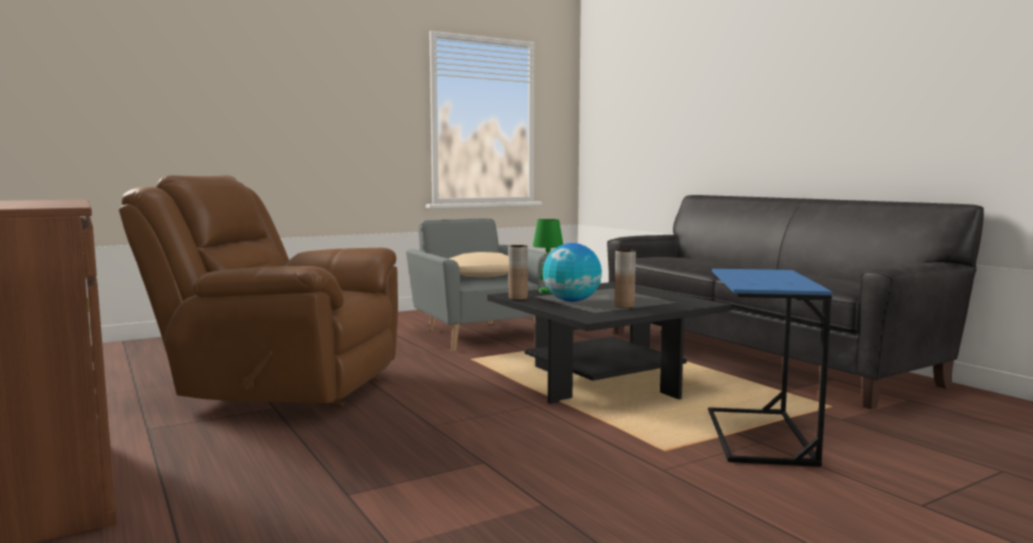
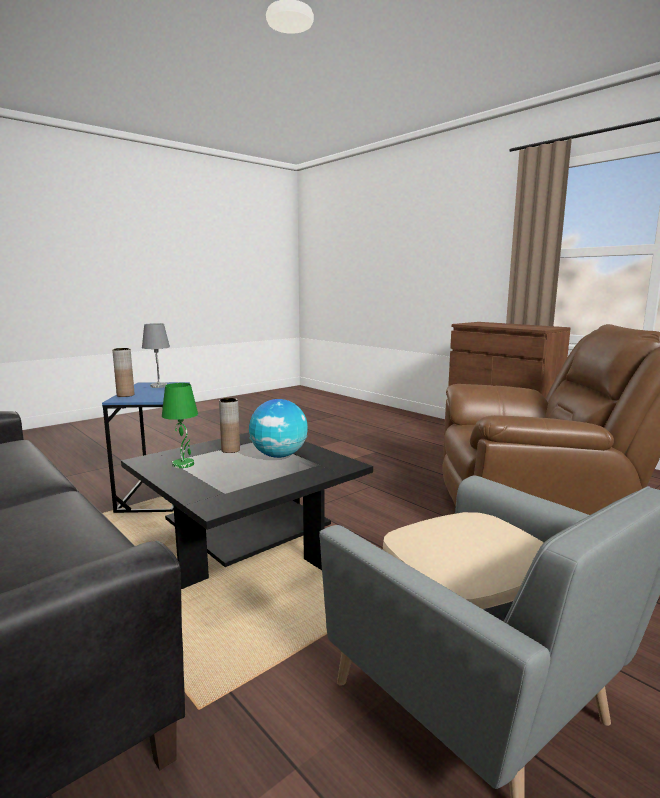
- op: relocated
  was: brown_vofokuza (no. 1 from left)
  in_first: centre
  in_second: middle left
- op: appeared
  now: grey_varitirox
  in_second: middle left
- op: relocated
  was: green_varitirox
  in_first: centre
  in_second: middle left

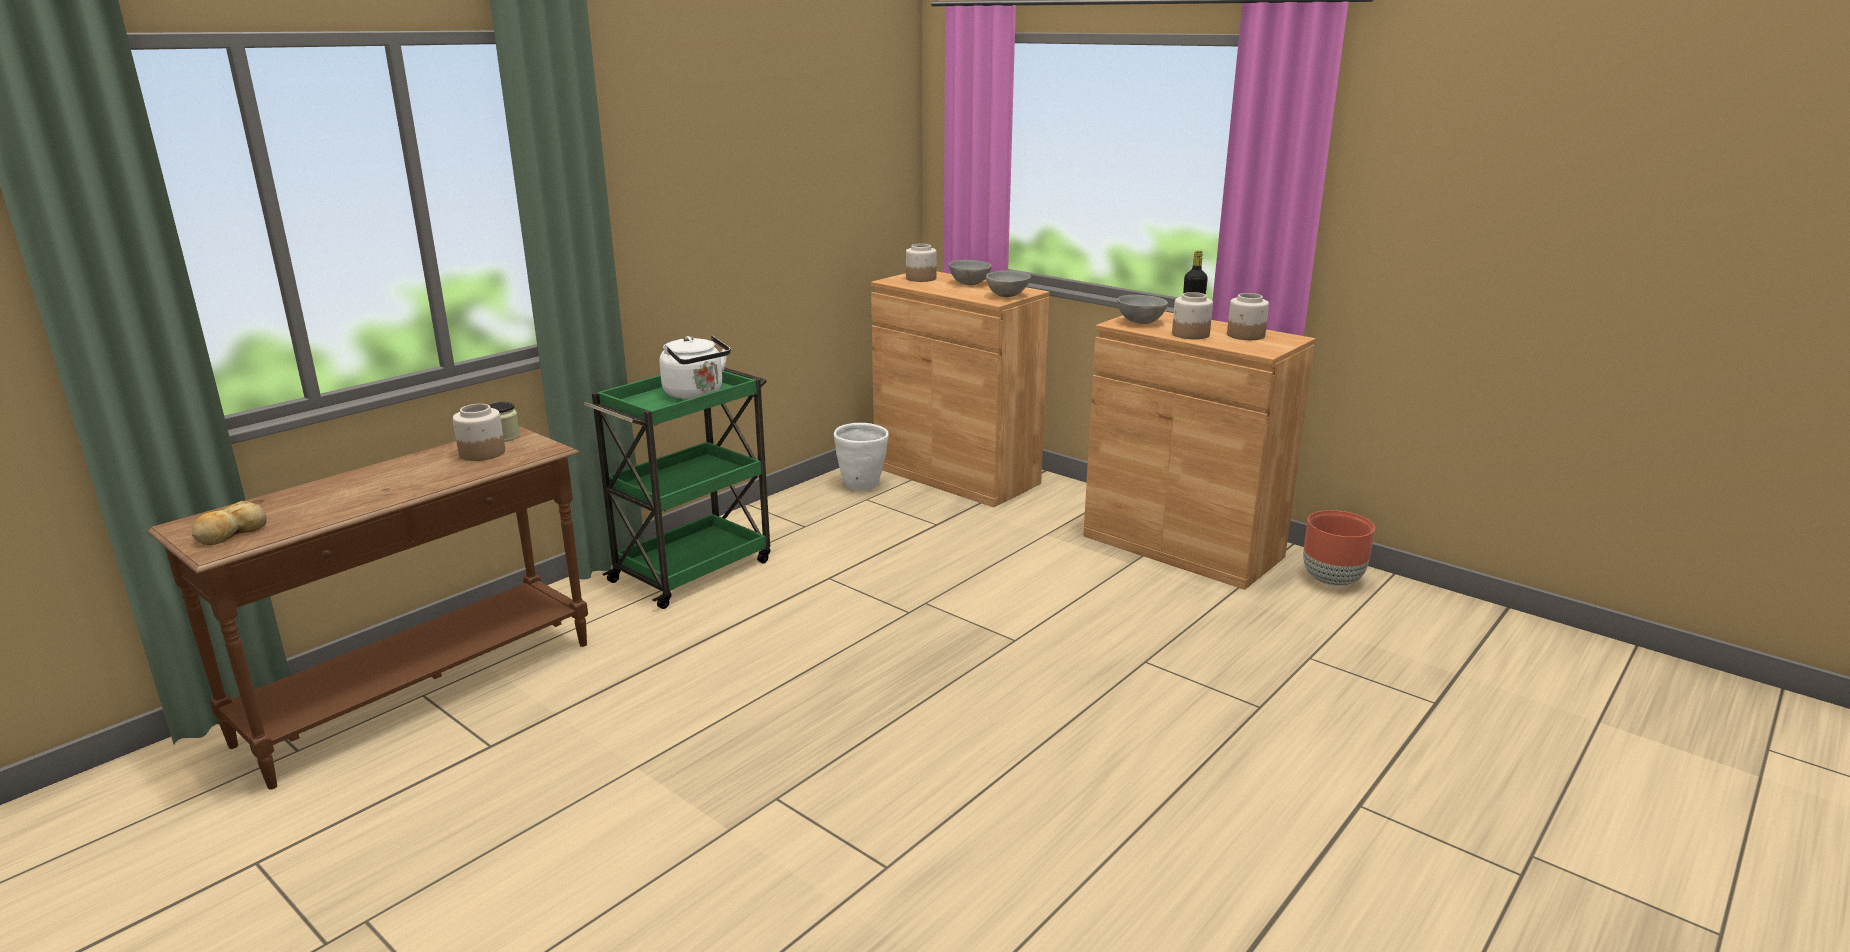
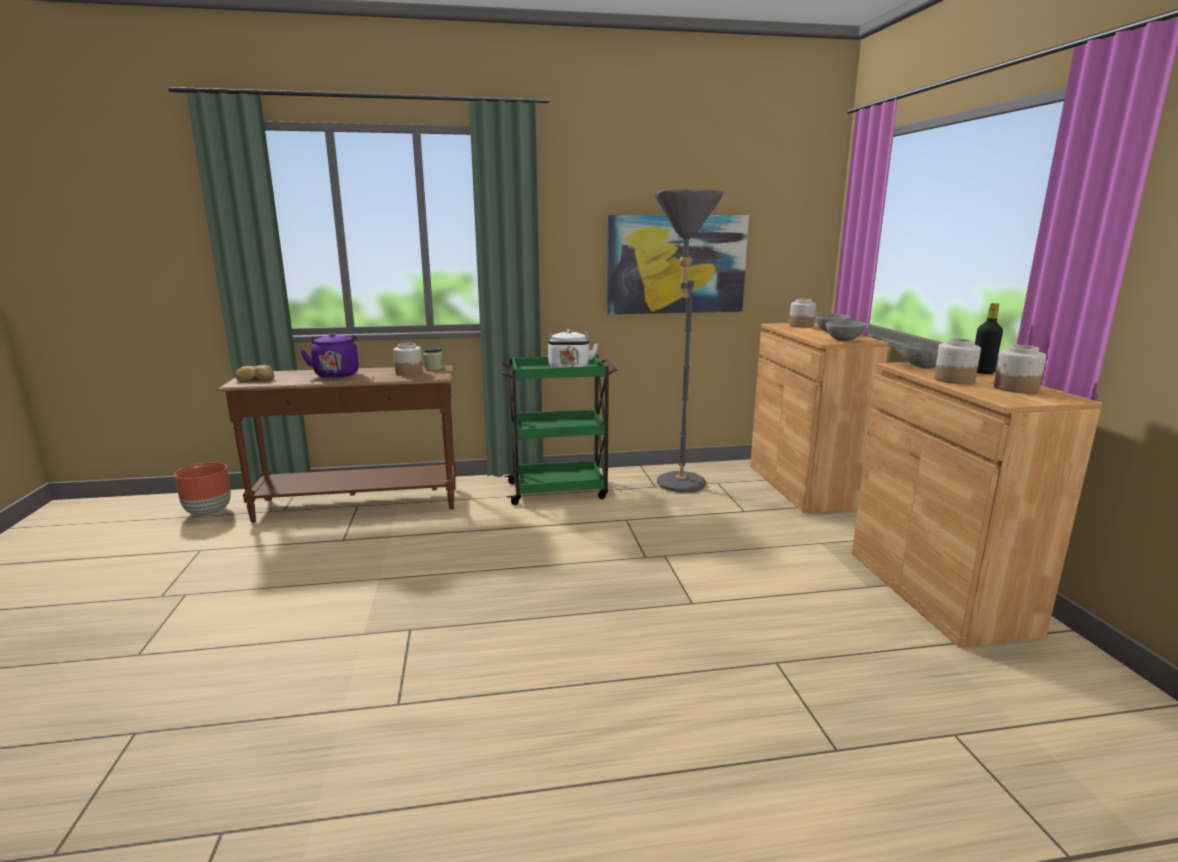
- op: relocated
  was: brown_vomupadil
  in_first: middle right
  in_second: middle left
- op: appeared
  now: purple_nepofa
  in_second: middle left
- op: appeared
  now: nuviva
  in_second: top centre
- op: appeared
  now: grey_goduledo
  in_second: centre
- op: missing
  was: white_vomupadil
  in_first: centre

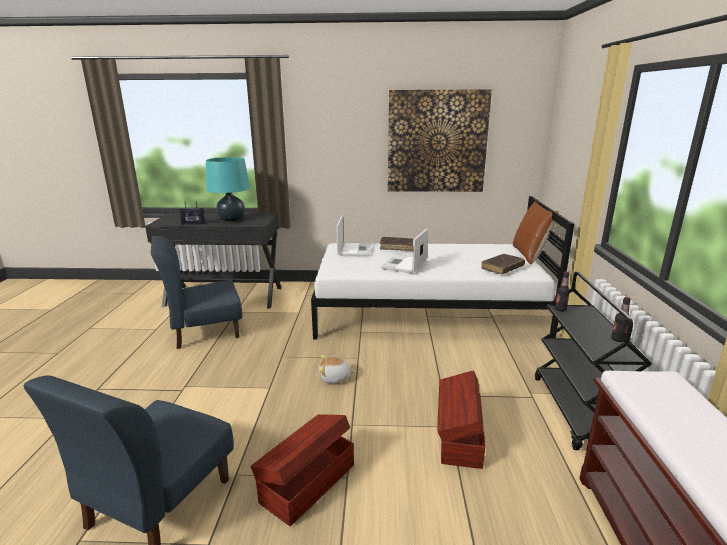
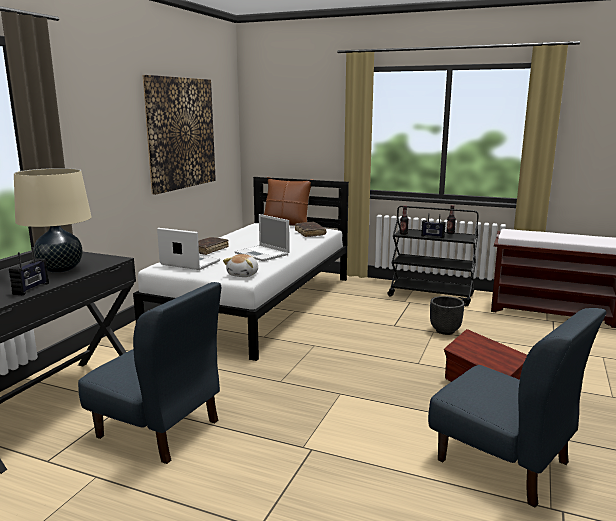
- op: colour
  was: turquoise_varitirox
  now: beige_varitirox
  in_first: middle left
  in_second: middle left
- op: spun
  was: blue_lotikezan (no. 2 from left in the first image)
  in_first: middle left
  in_second: bottom left
  clockwise: -60
- op: relocated
  was: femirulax
  in_first: bottom centre
  in_second: centre
- op: appeared
  now: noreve (no. 2 from left)
  in_second: middle right
- op: exchanged
  was: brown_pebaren (no. 2 from left)
  now: black_vomupadil
  in_first: bottom centre
  in_second: middle right

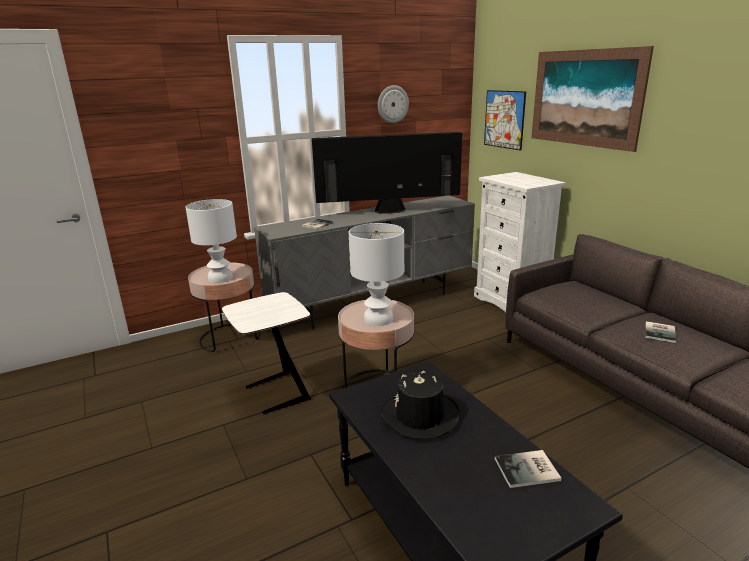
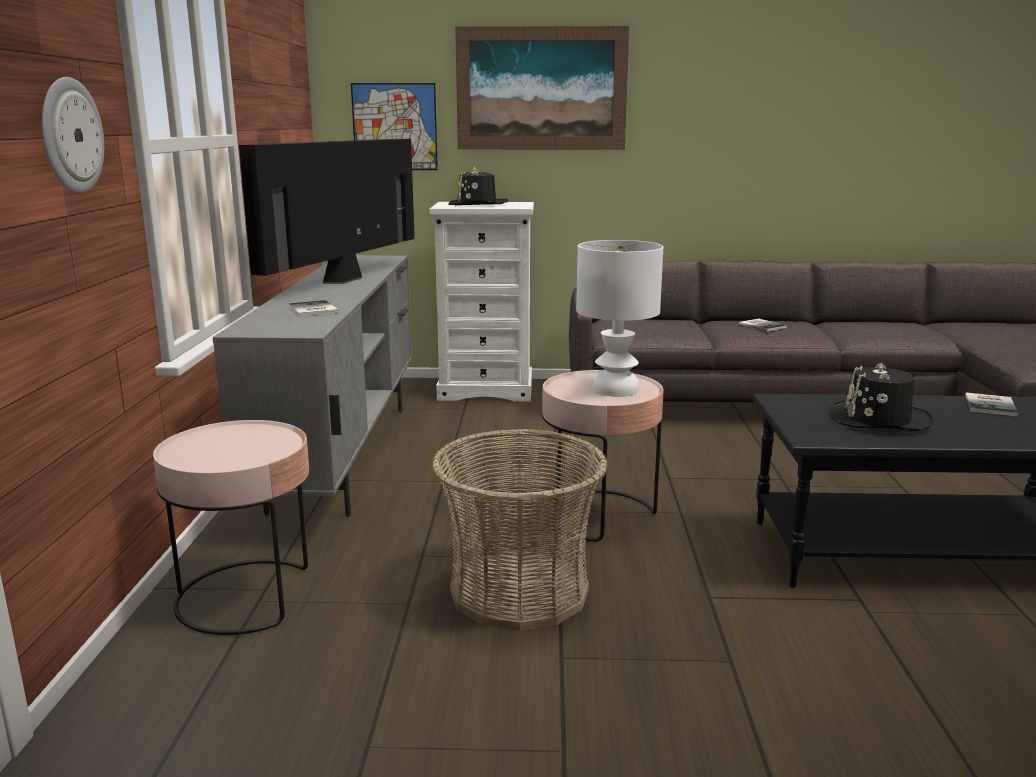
- op: relocated
  was: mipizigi
  in_first: top centre
  in_second: top left
- op: exchanged
  was: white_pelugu
  now: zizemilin
  in_first: centre
  in_second: bottom centre
- op: appeared
  now: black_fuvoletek (no. 1 from left)
  in_second: top centre
- op: missing
  was: white_varitirox (no. 1 from left)
  in_first: middle left

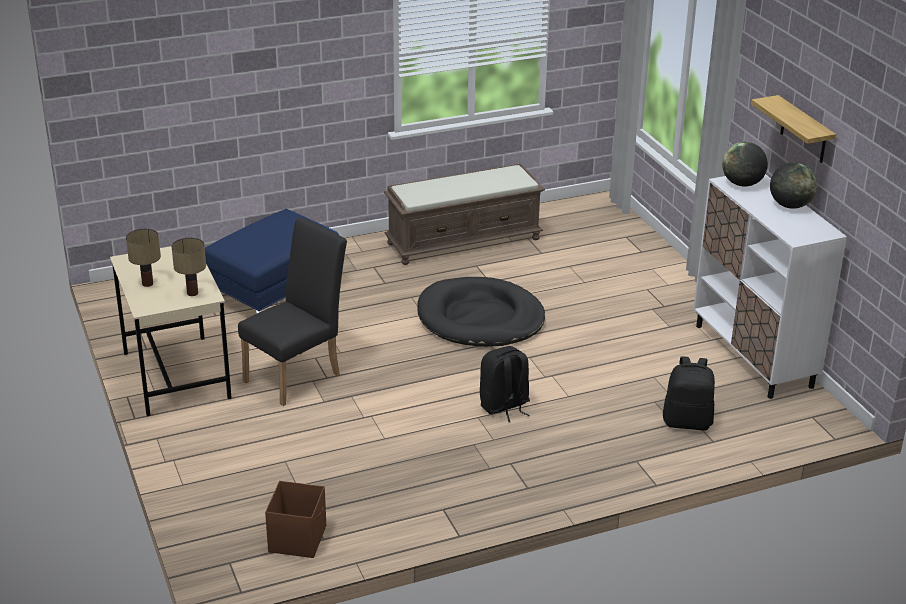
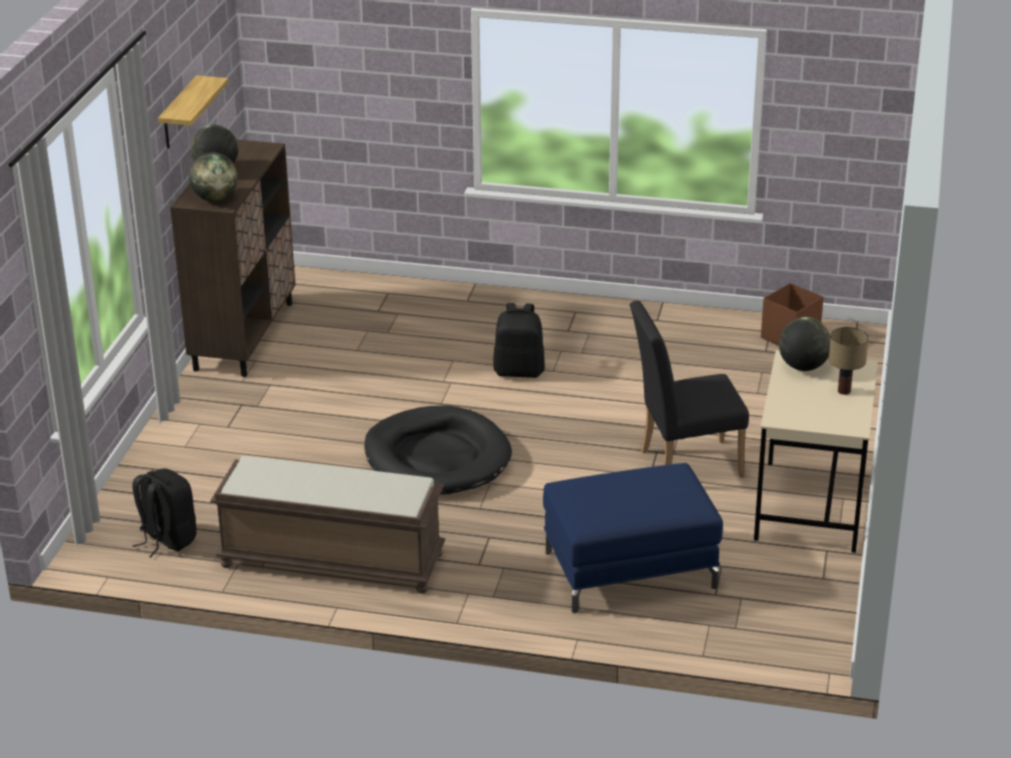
- op: relocated
  was: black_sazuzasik (no. 2 from left in the first image)
  now: black_sazuzasik (no. 1 from left)
  in_first: middle right
  in_second: bottom left
- op: colour
  was: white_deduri
  now: brown_deduri
  in_first: middle right
  in_second: middle left
- op: exchanged
  was: varitirox (no. 2 from left)
  now: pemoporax (no. 3 from left)
  in_first: middle left
  in_second: middle right

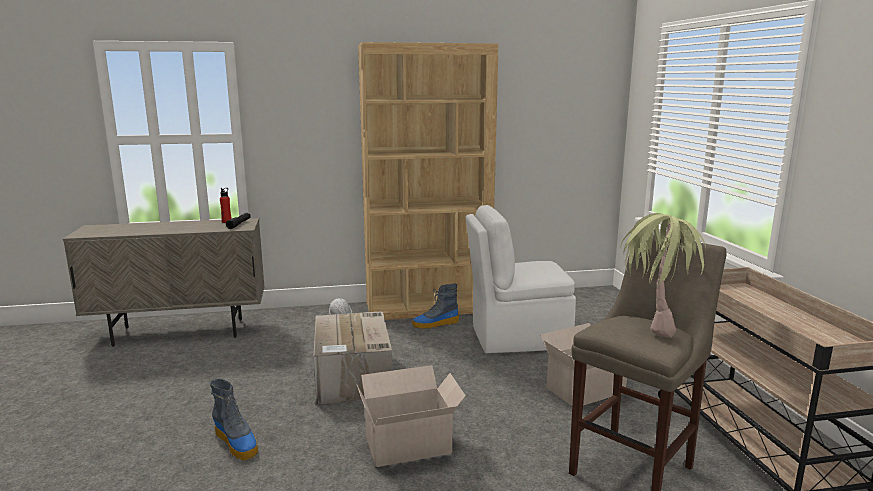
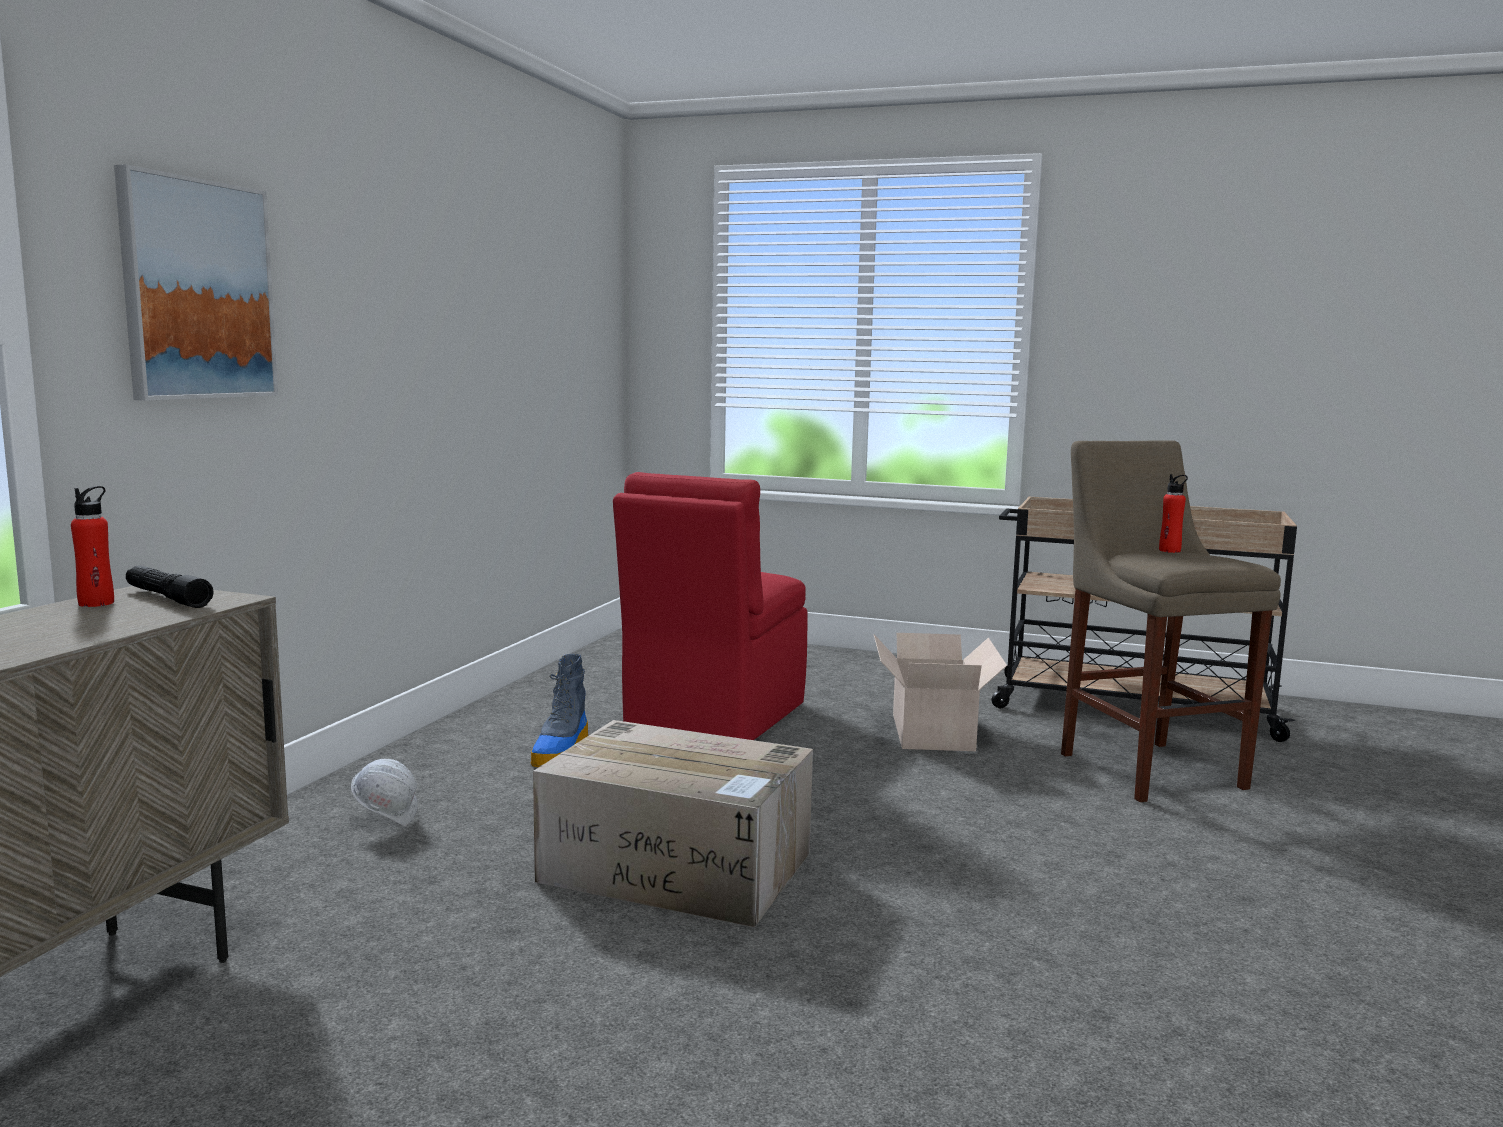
- op: appeared
  now: nuviva
  in_second: top left
- op: colour
  was: white_lotikezan
  now: red_lotikezan
  in_first: centre
  in_second: centre
- op: exchanged
  was: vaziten
  now: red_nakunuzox (no. 2 from left)
  in_first: middle right
  in_second: middle right
- op: missing
  was: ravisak (no. 1 from left)
  in_first: bottom left
- op: missing
  was: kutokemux (no. 2 from left)
  in_first: bottom centre
- op: missing
  was: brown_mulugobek
  in_first: centre

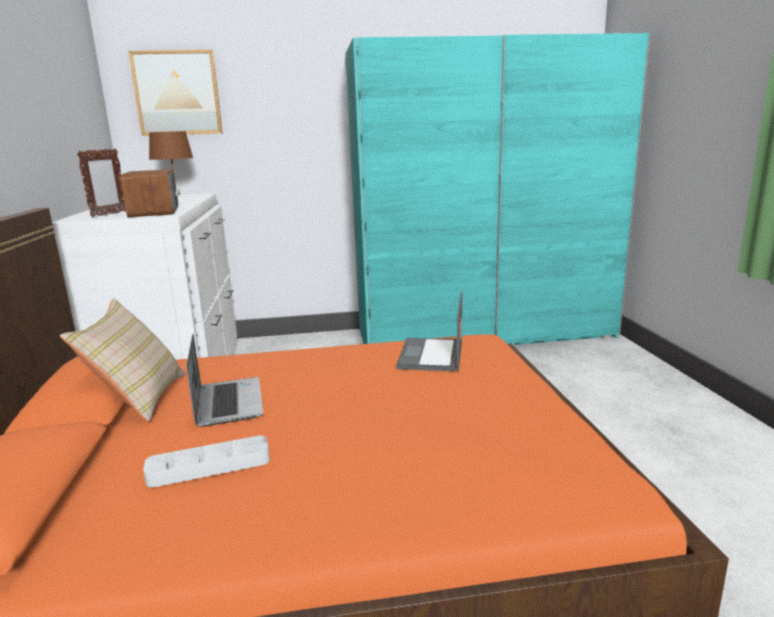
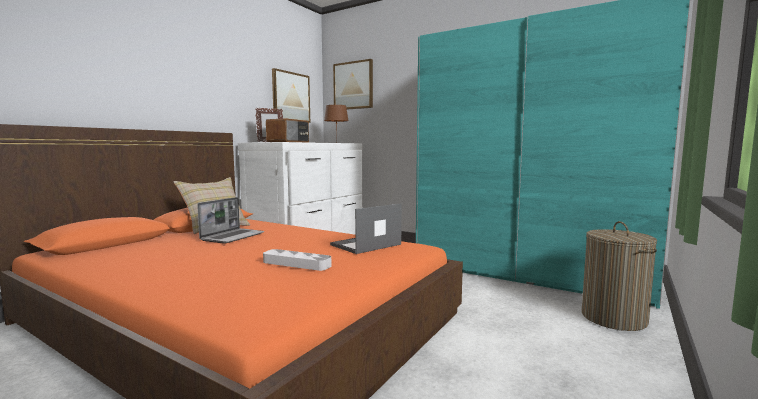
- op: relocated
  was: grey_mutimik
  in_first: bottom left
  in_second: centre
- op: appeared
  now: nuviva (no. 1 from left)
  in_second: top centre
- op: appeared
  now: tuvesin
  in_second: bottom right

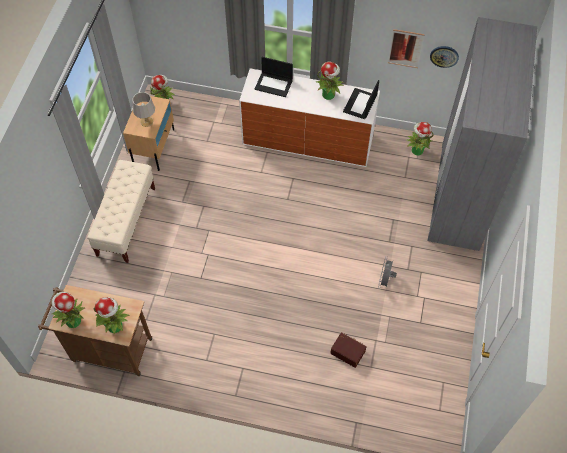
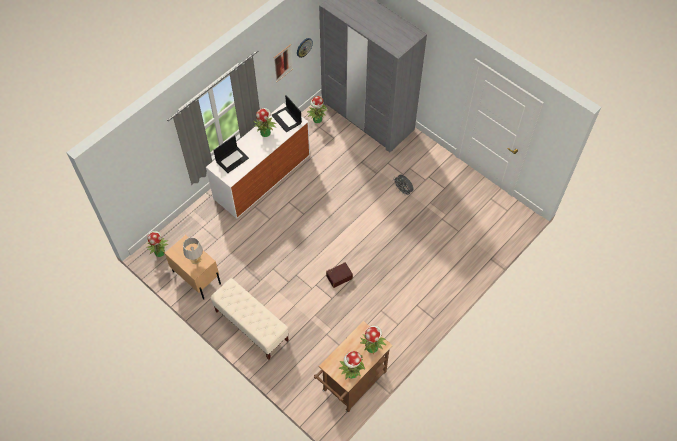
- op: relocated
  was: brown_pebaren
  in_first: bottom centre
  in_second: centre

